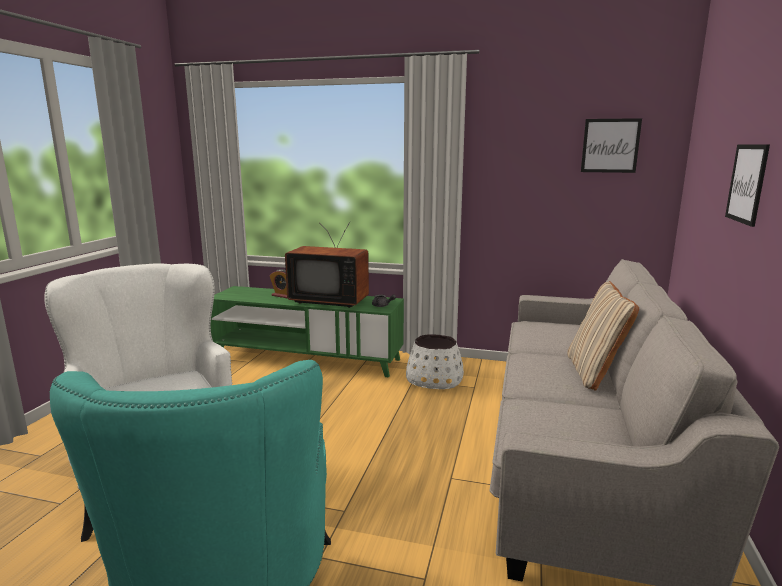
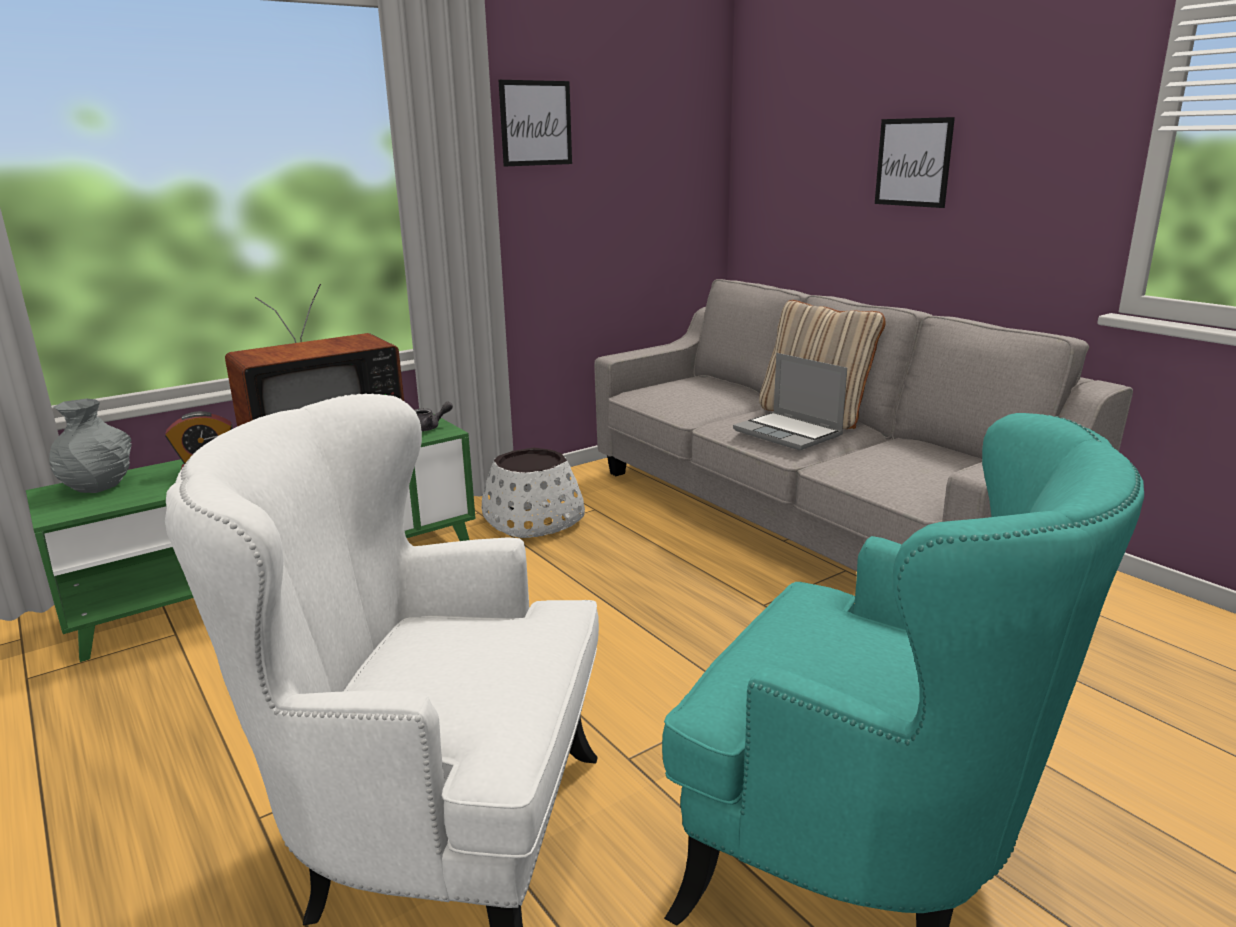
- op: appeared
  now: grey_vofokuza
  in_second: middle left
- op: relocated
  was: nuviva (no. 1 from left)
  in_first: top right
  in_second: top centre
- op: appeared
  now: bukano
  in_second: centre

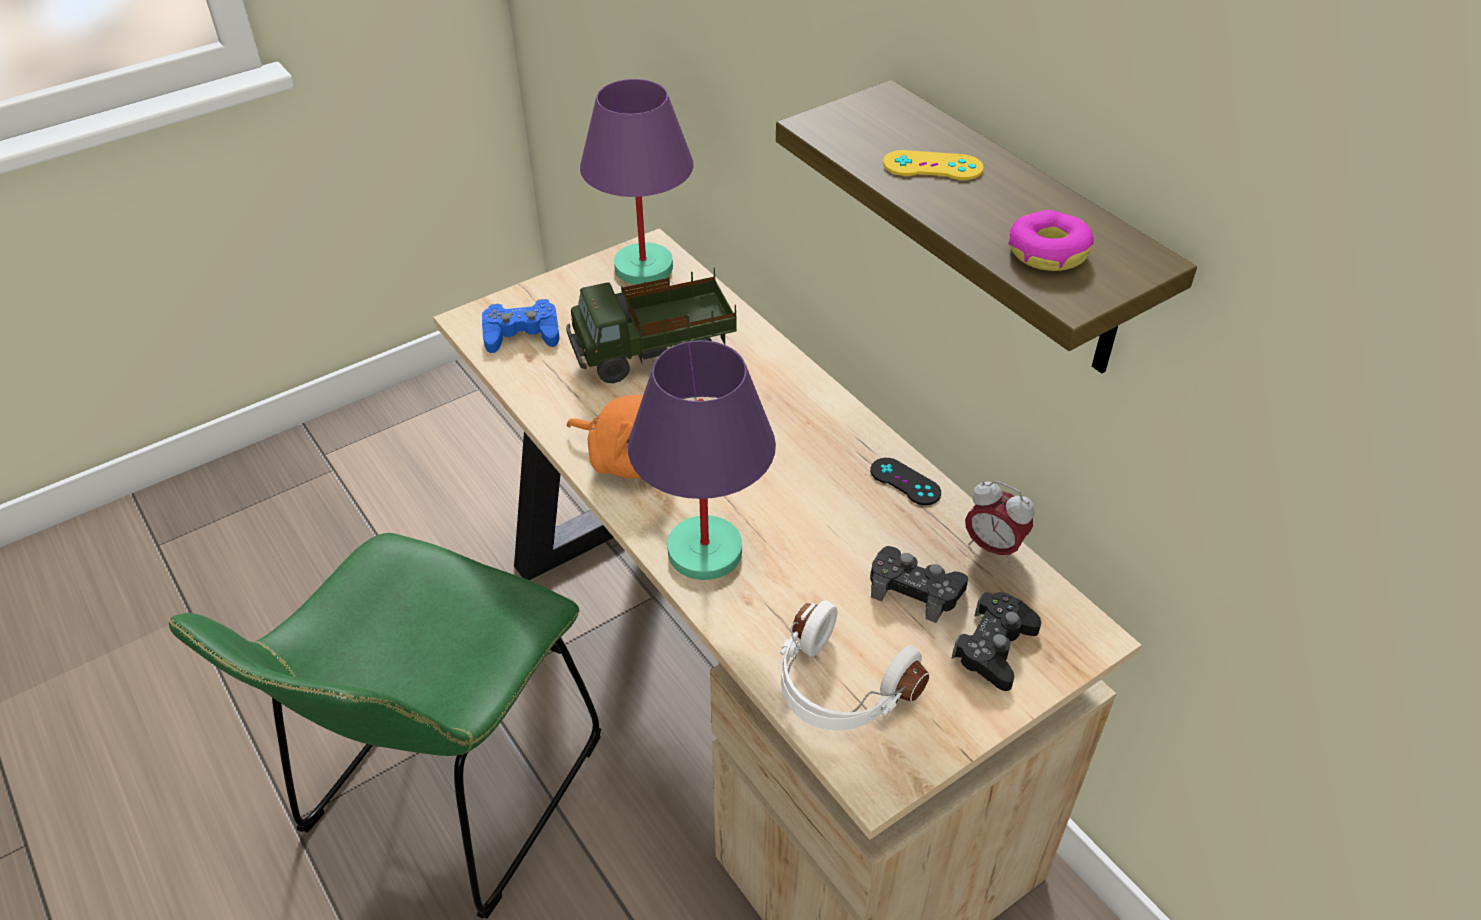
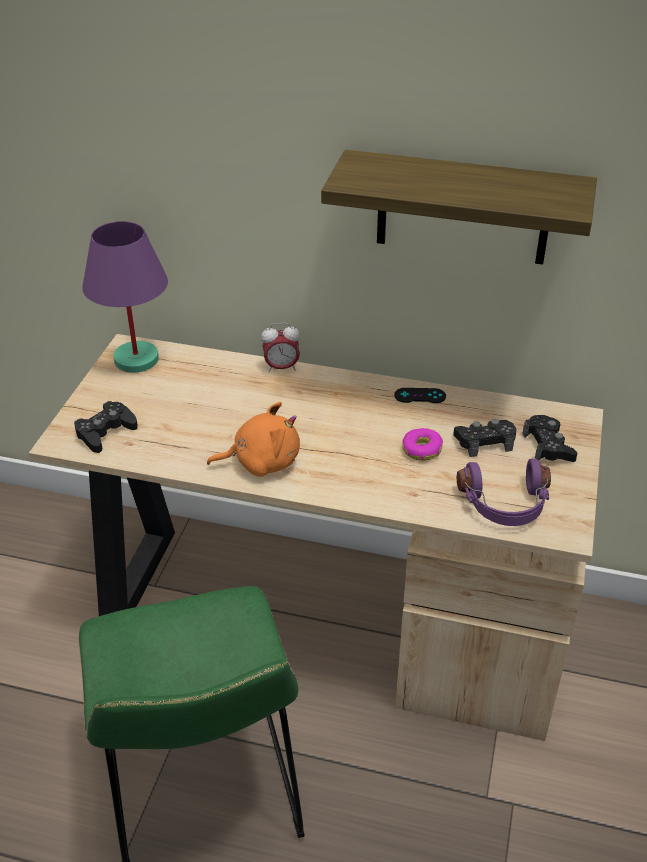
- op: colour
  was: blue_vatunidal
  now: black_vatunidal (no. 1 from left)
  in_first: centre
  in_second: middle left
- op: relocated
  was: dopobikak
  in_first: middle right
  in_second: centre
- op: relocated
  was: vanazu
  in_first: top right
  in_second: centre
- op: colour
  was: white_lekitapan
  now: purple_lekitapan
  in_first: bottom centre
  in_second: middle right
- op: missing
  was: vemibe
  in_first: centre
- op: missing
  was: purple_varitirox (no. 2 from left)
  in_first: centre
- op: missing
  was: yellow_vatunidal
  in_first: top centre

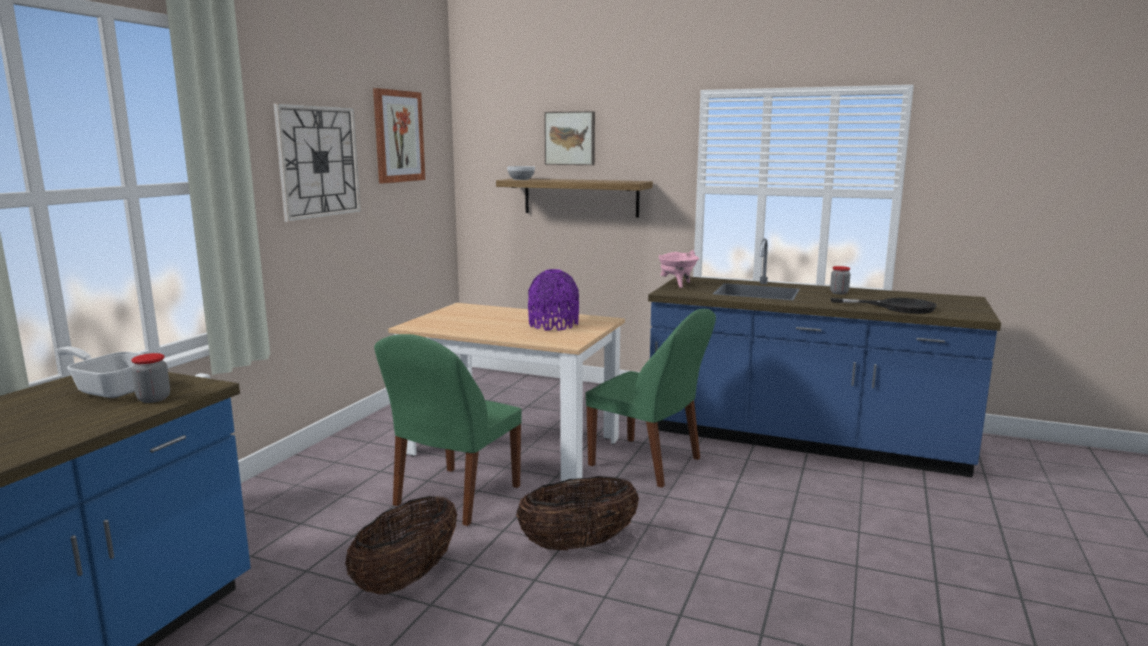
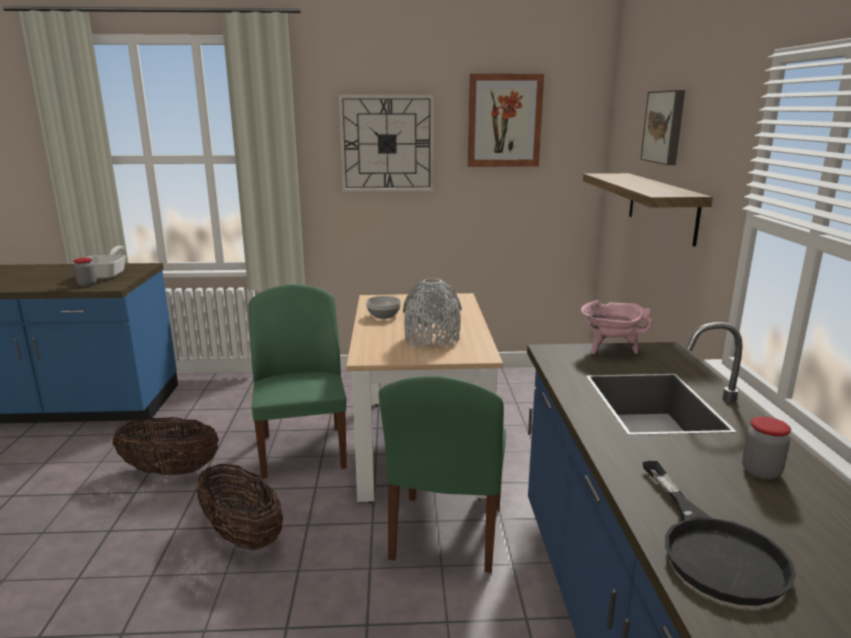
- op: spun
  was: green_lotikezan (no. 1 from left)
  in_first: centre
  in_second: centre
  clockwise: 75
- op: relocated
  was: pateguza
  in_first: top centre
  in_second: centre
- op: colour
  was: purple_vofokuza
  now: grey_vofokuza
  in_first: centre
  in_second: centre

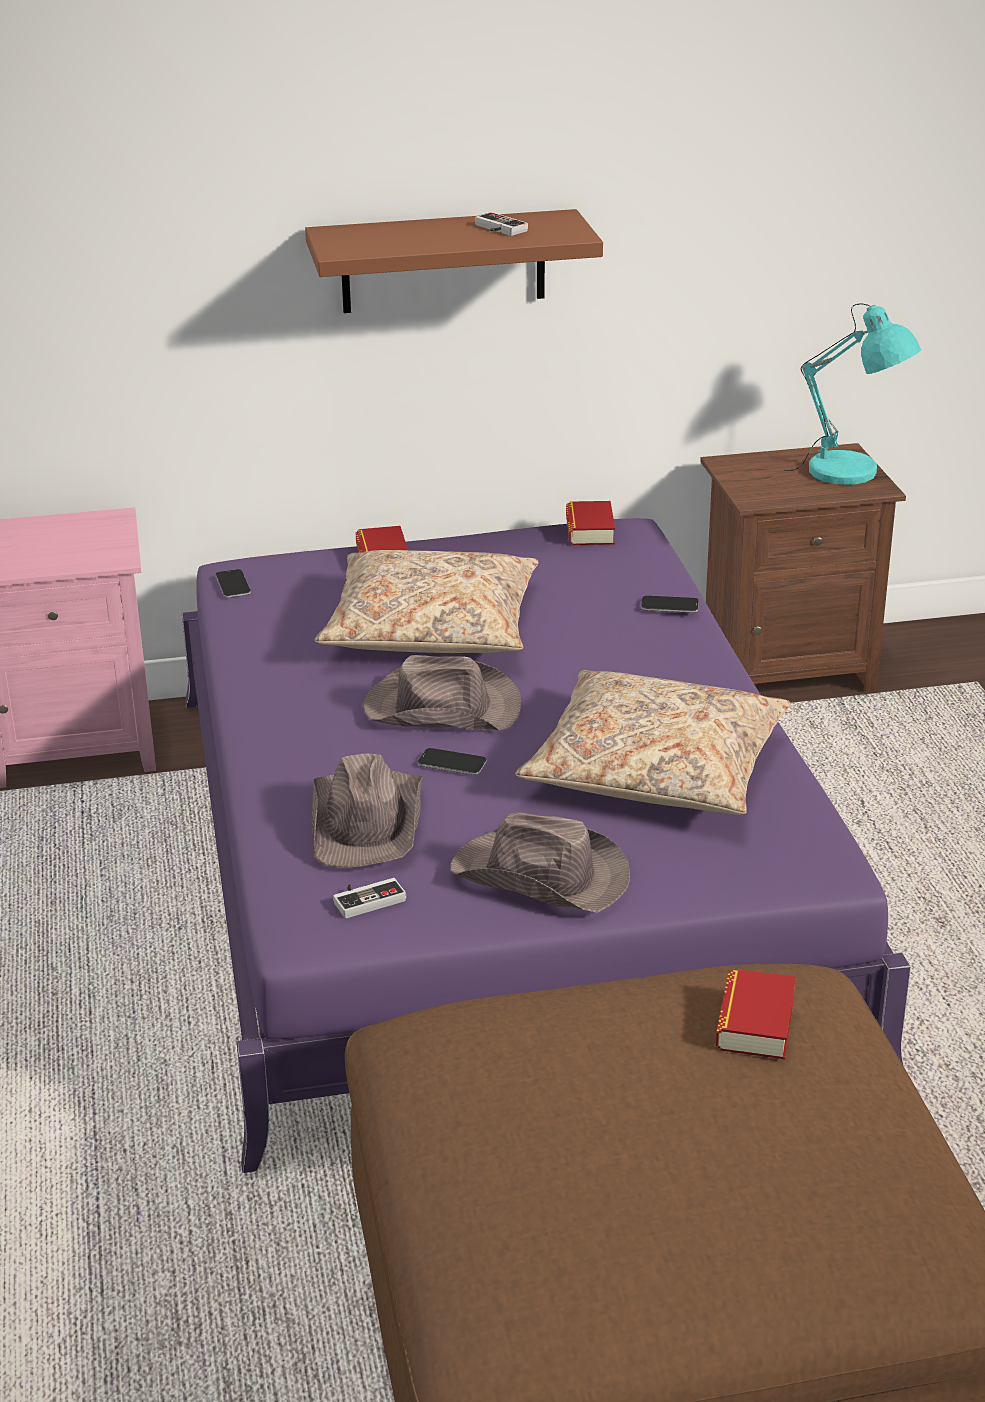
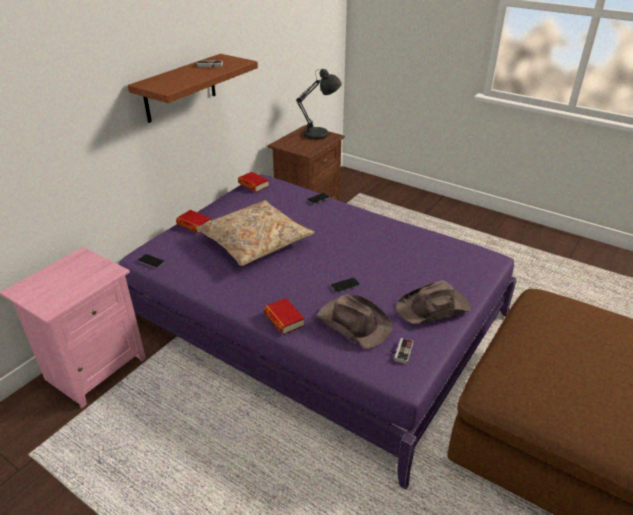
- op: relocated
  was: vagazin (no. 3 from left)
  in_first: bottom right
  in_second: centre
- op: colour
  was: turquoise_varitirox
  now: grey_varitirox
  in_first: top right
  in_second: top centre
- op: missing
  was: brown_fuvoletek (no. 2 from left)
  in_first: centre
- op: missing
  was: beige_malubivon (no. 2 from left)
  in_first: centre

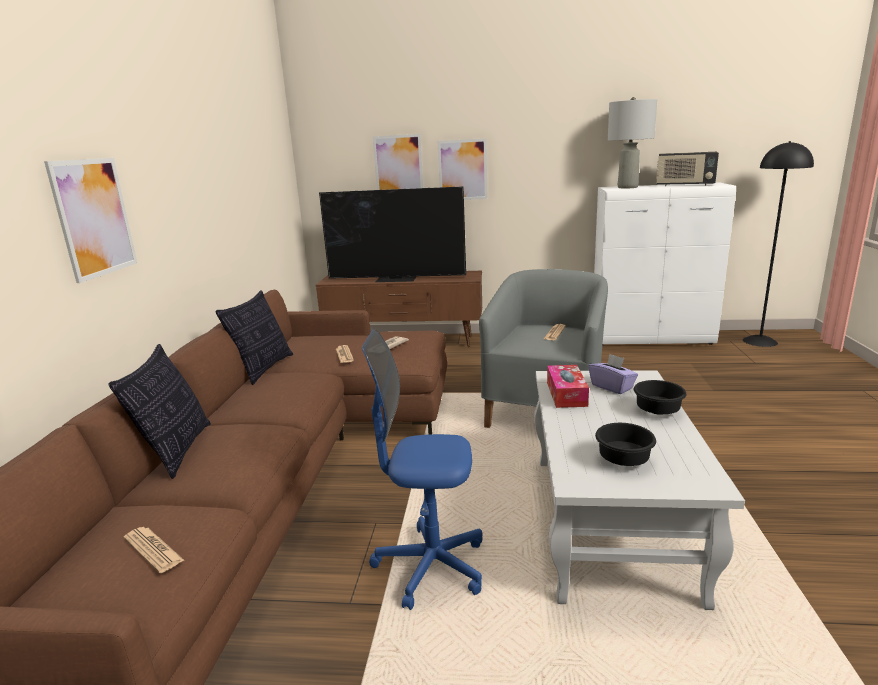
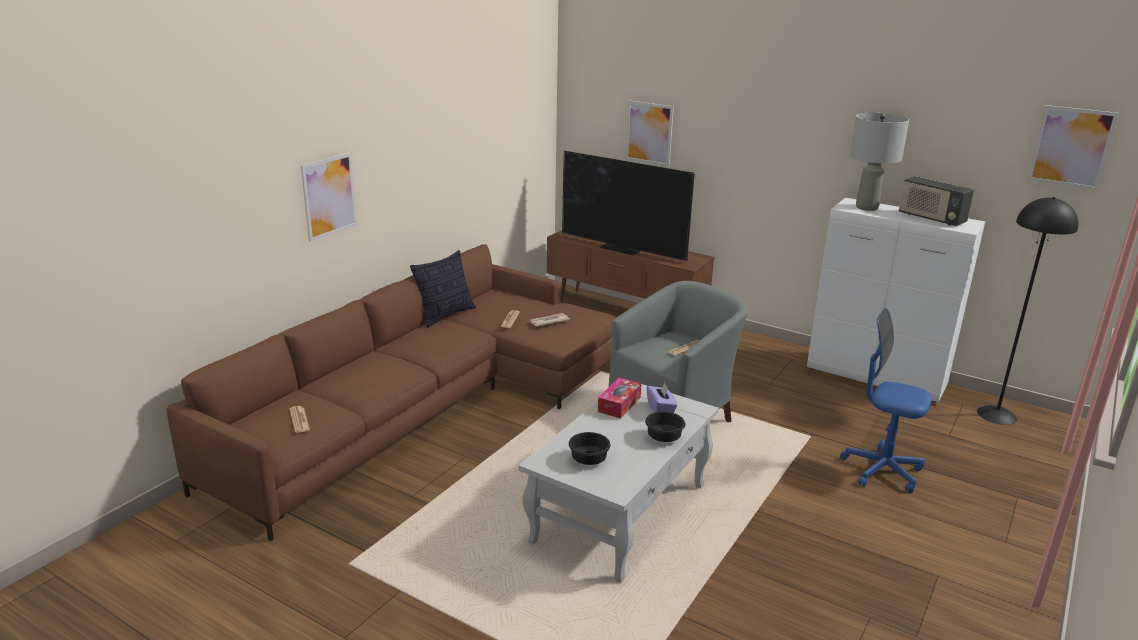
- op: relocated
  was: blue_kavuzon
  in_first: bottom centre
  in_second: middle right
- op: relocated
  was: nuviva (no. 3 from left)
  in_first: top centre
  in_second: top right
- op: missing
  was: malubivon (no. 1 from left)
  in_first: middle left

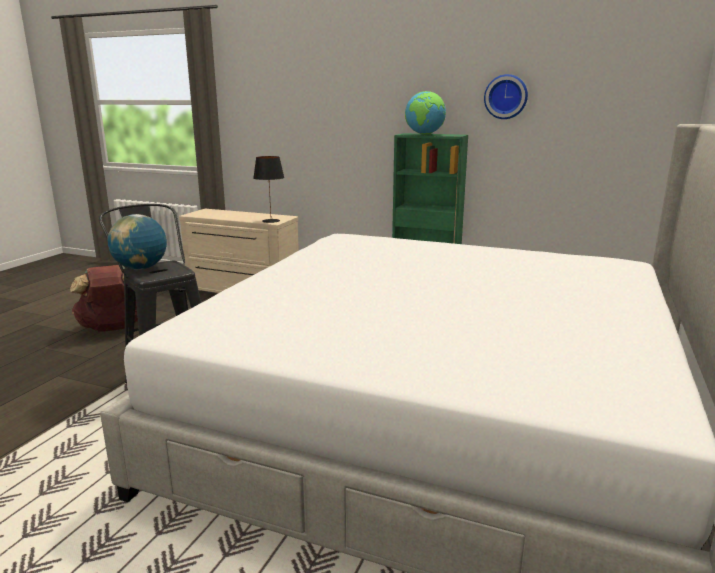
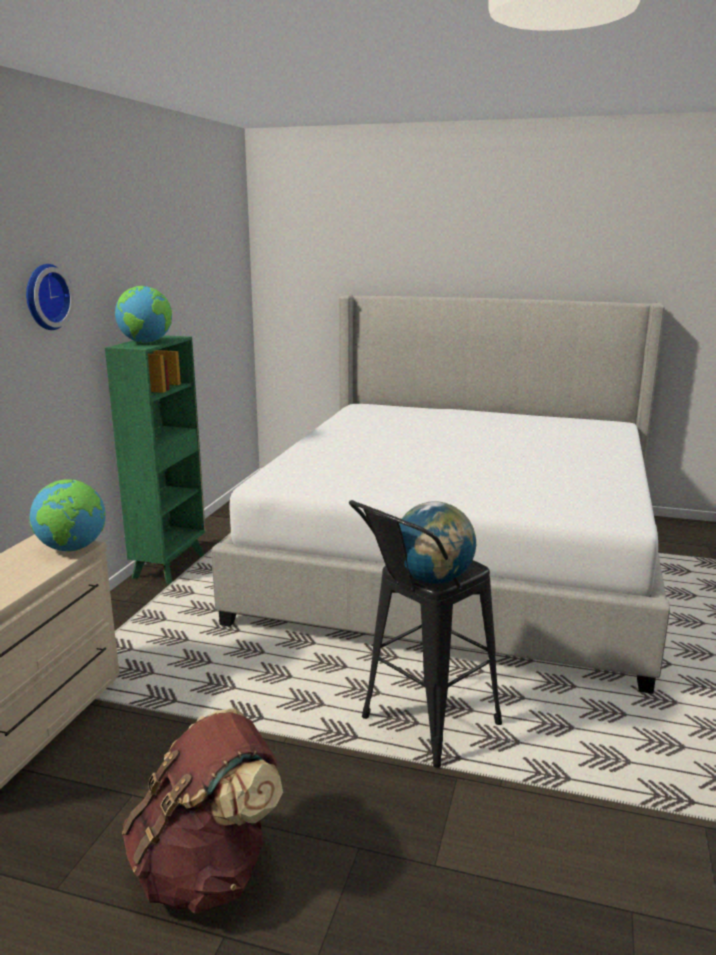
- op: relocated
  was: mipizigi
  in_first: top right
  in_second: top left
- op: exchanged
  was: black_varitirox
  now: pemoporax (no. 1 from left)
  in_first: top centre
  in_second: middle left

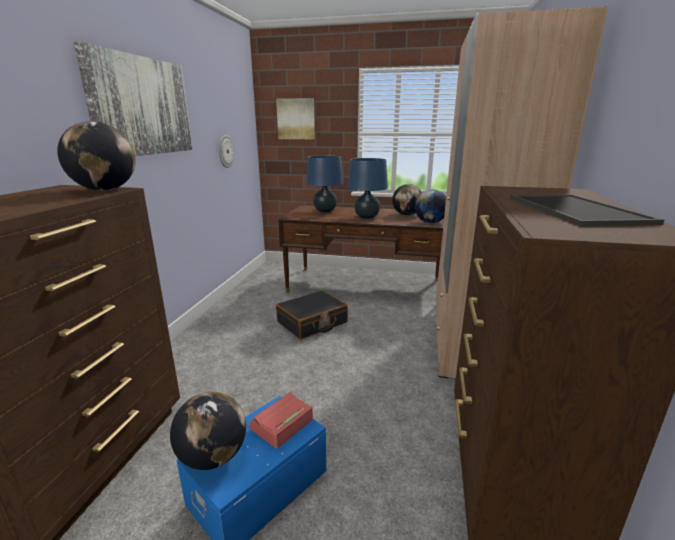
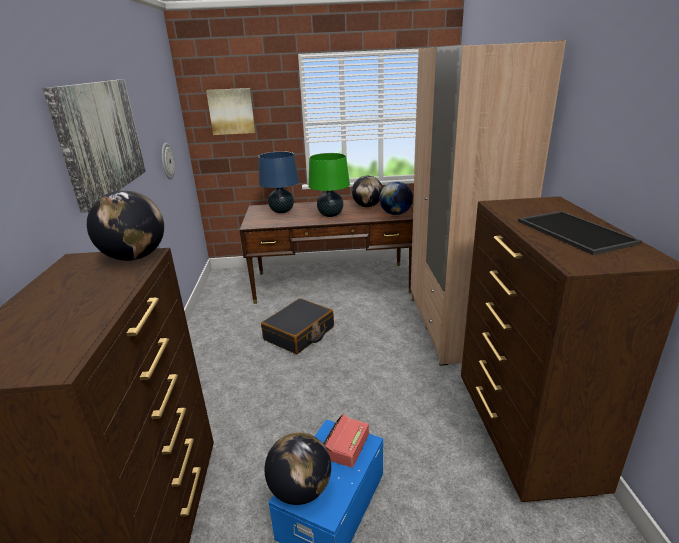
- op: colour
  was: blue_varitirox (no. 2 from left)
  now: green_varitirox
  in_first: centre
  in_second: centre

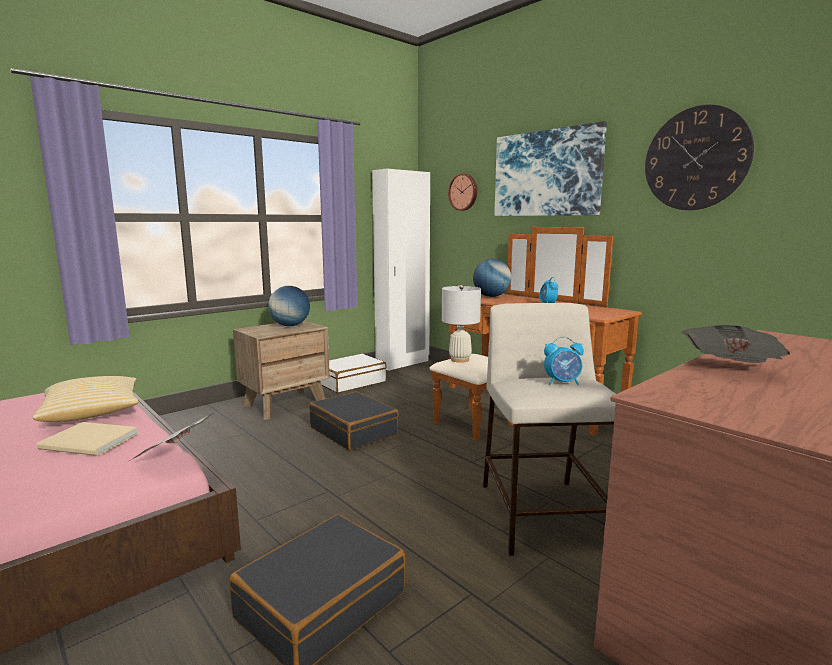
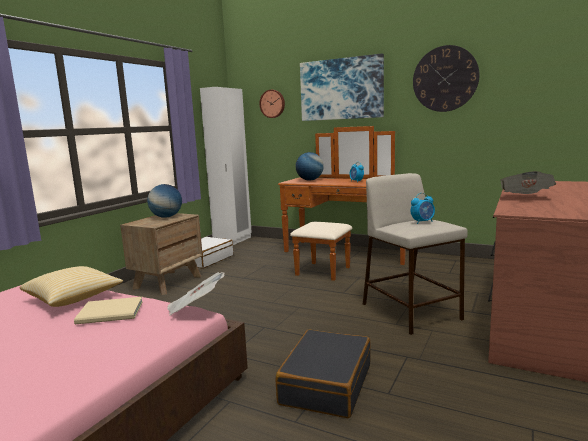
- op: missing
  was: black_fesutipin (no. 2 from left)
  in_first: centre
- op: missing
  was: white_varitirox
  in_first: centre

